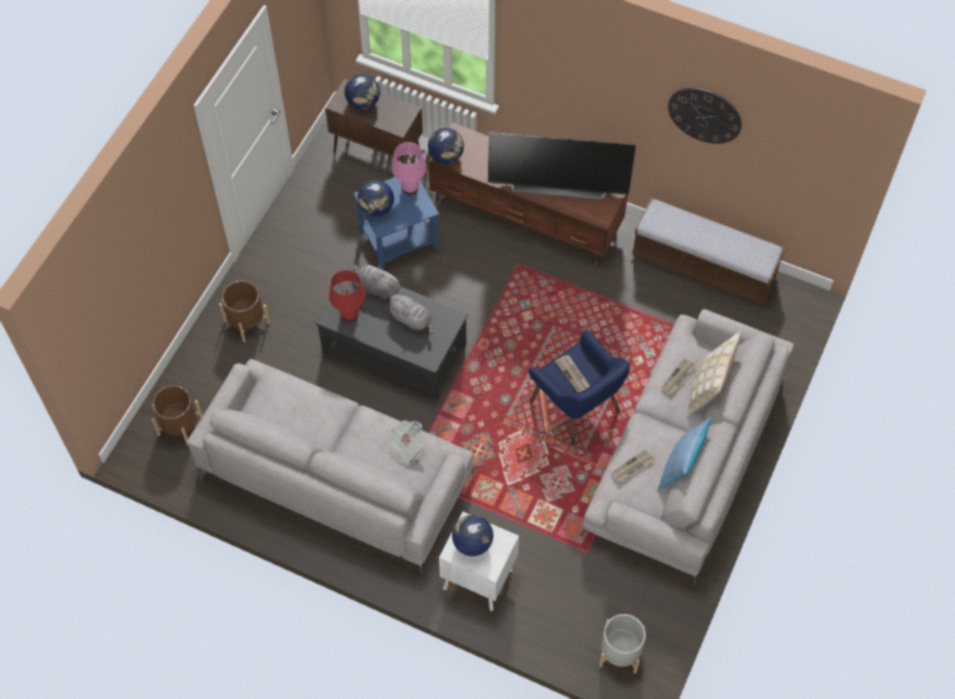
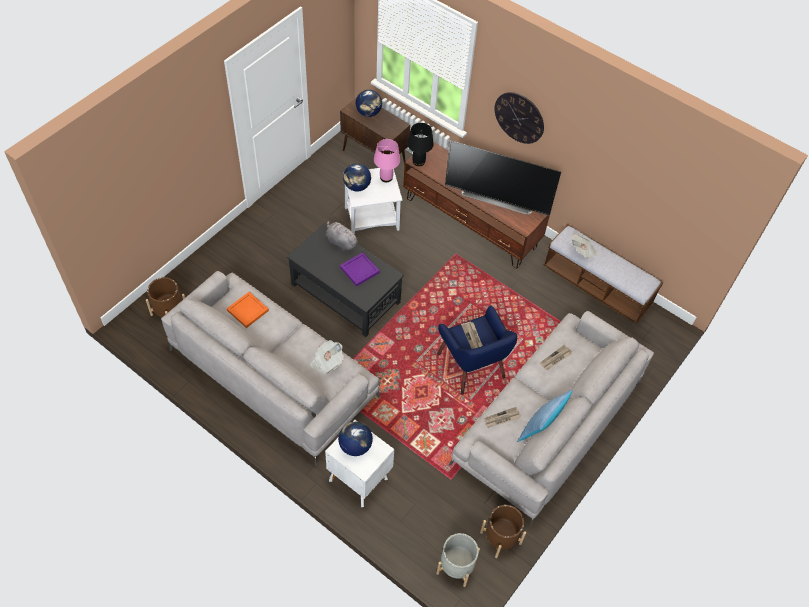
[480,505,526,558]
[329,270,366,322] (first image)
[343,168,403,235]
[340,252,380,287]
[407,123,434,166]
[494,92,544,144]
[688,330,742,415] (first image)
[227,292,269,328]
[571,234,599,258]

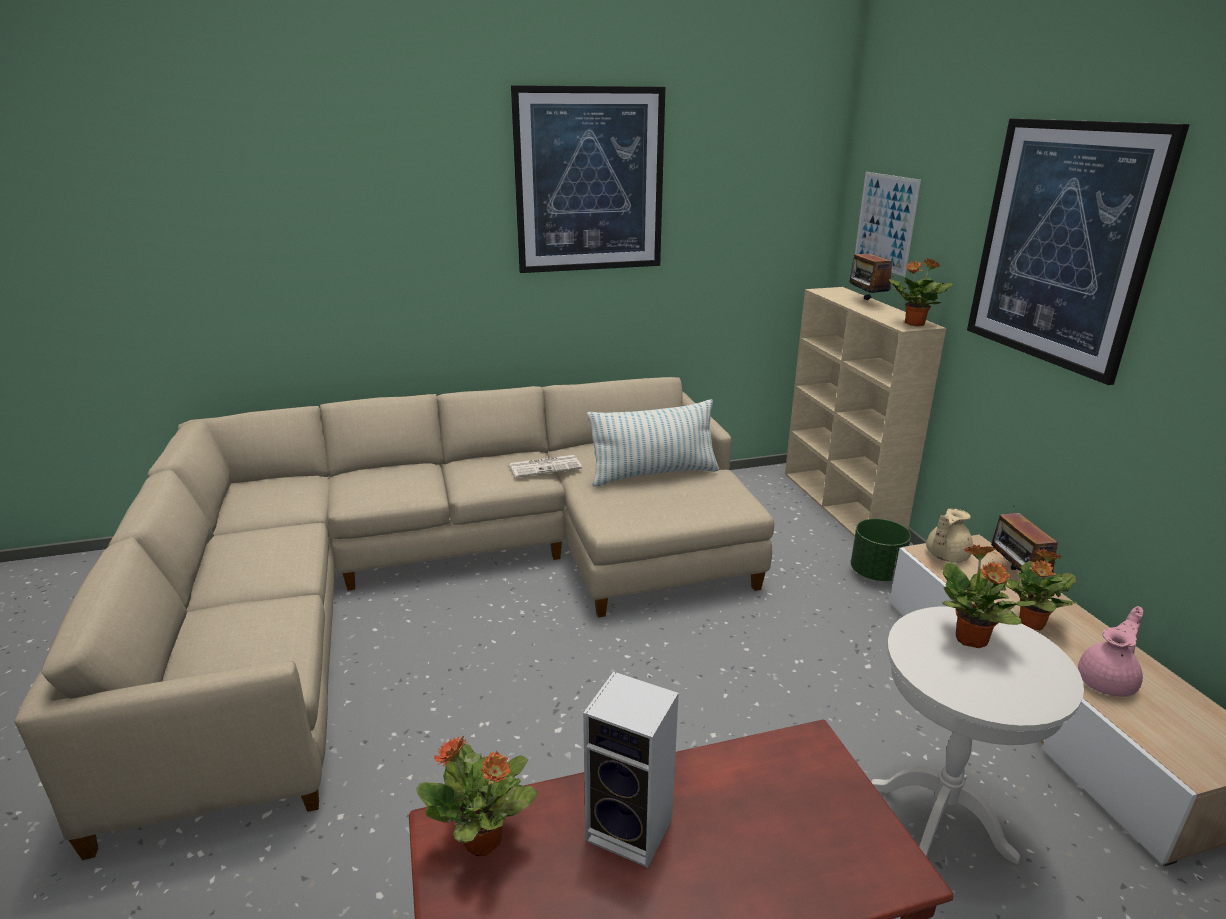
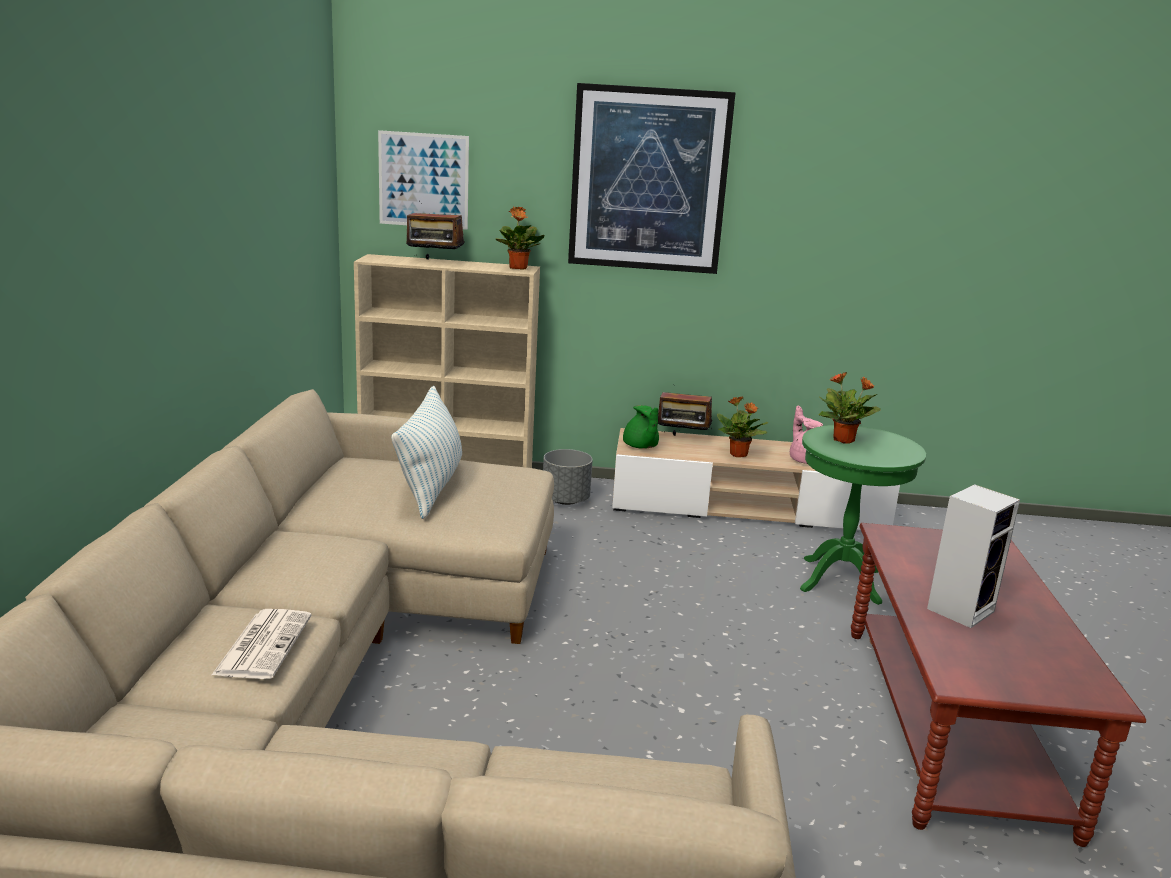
[416,736,537,856] (first image)
[212,609,312,679]
[511,85,665,273] (first image)
[543,449,593,505]
[800,425,926,605]
[623,405,659,449]

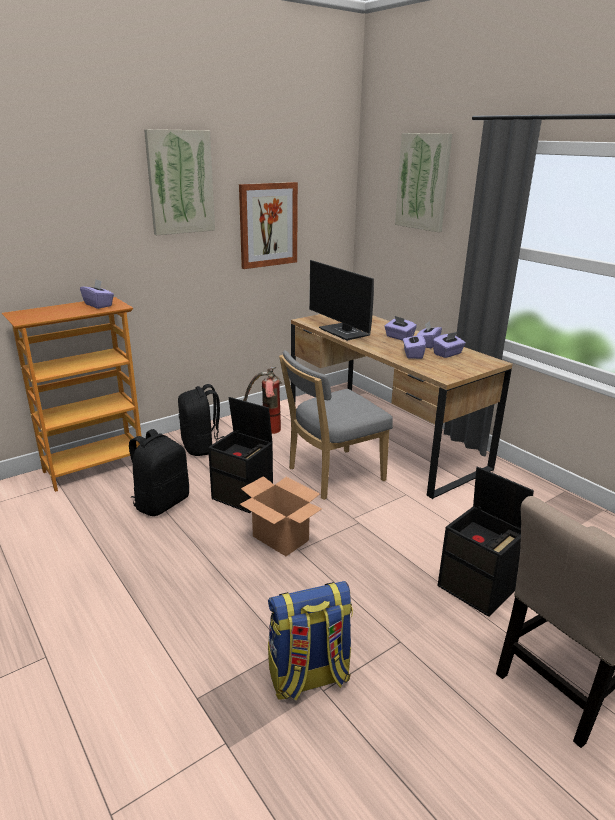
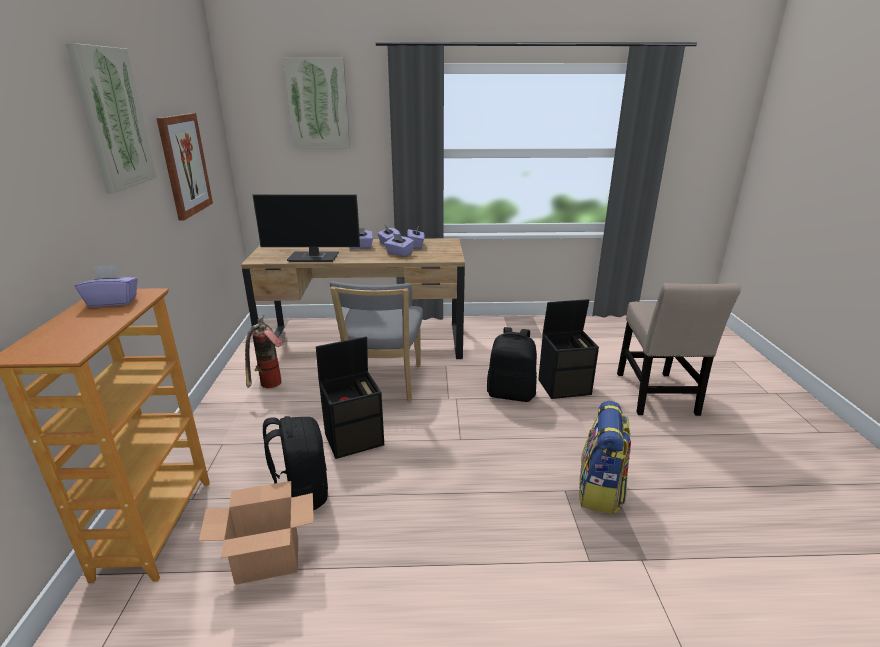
[487,327,537,402]
[199,481,314,585]

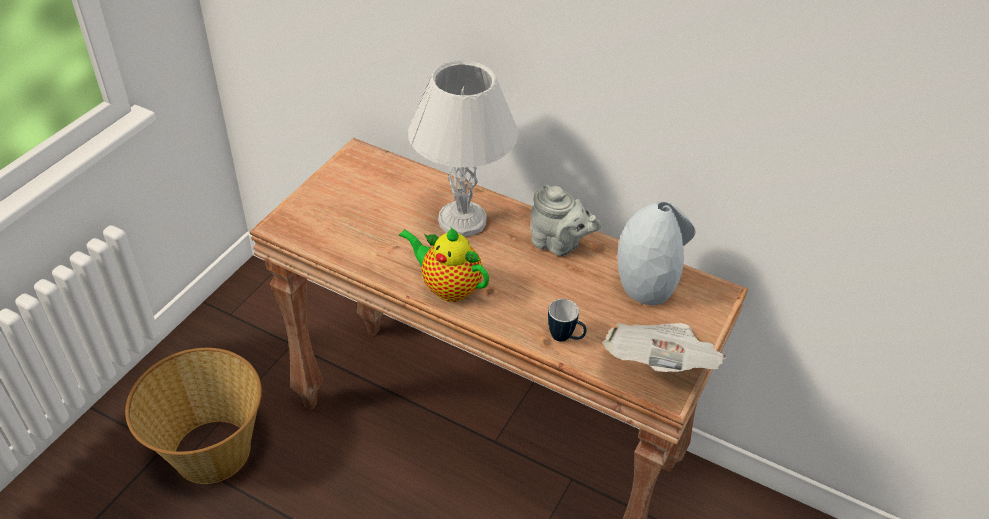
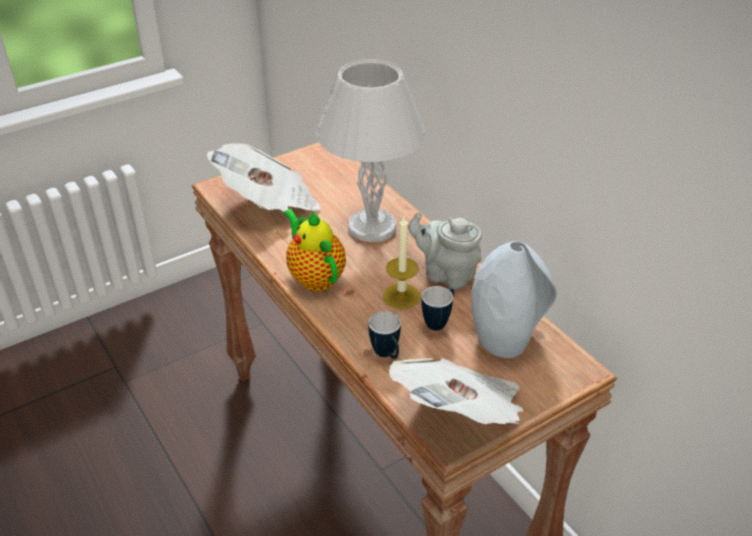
[125,348,262,484] (first image)
[408,213,482,289]
[207,143,321,212]
[383,216,420,309]
[421,286,454,331]

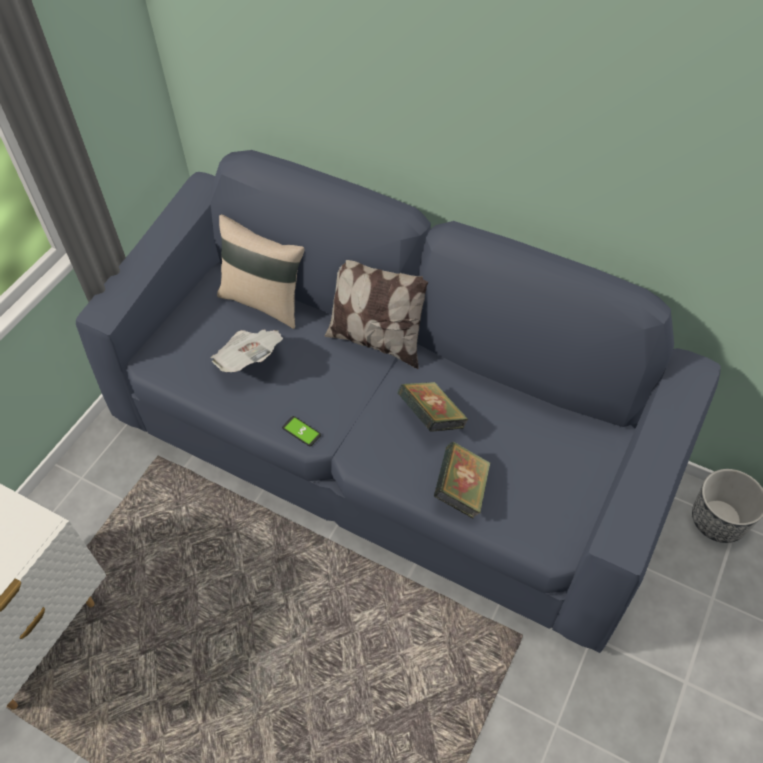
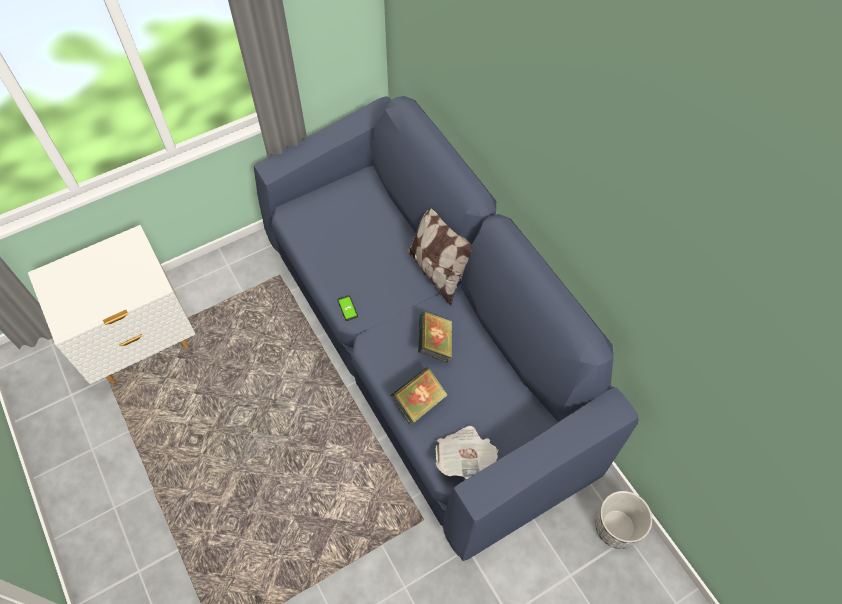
[435,426,498,479]
[217,215,304,329] (first image)

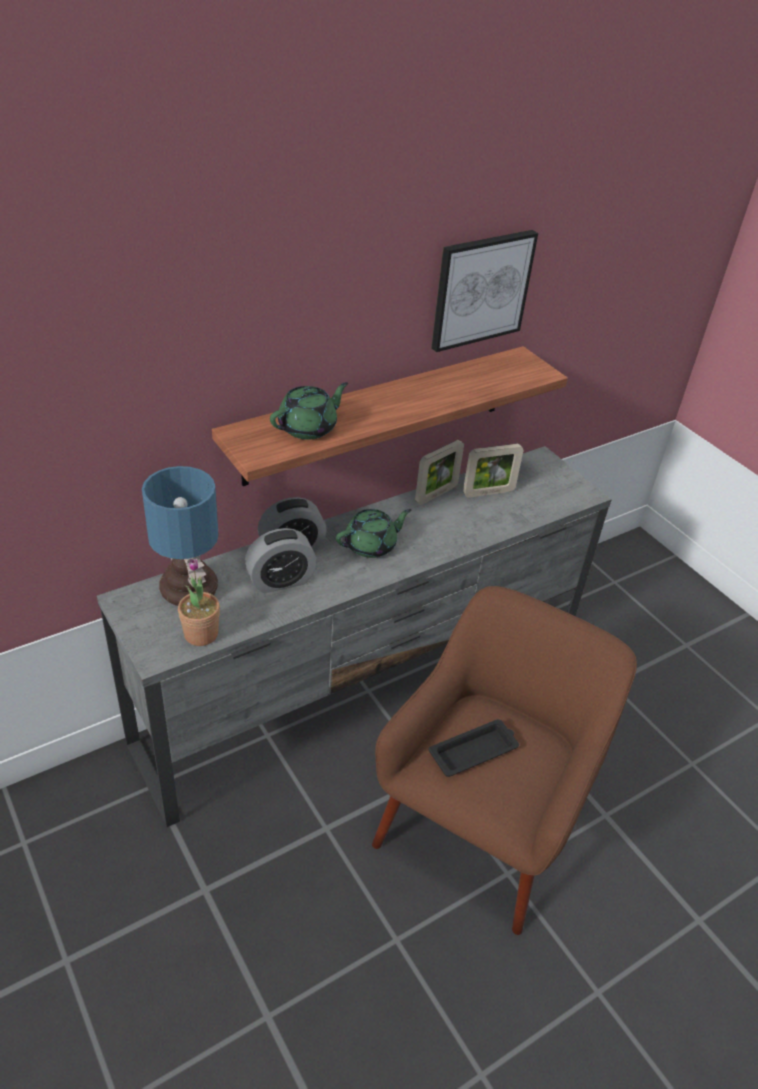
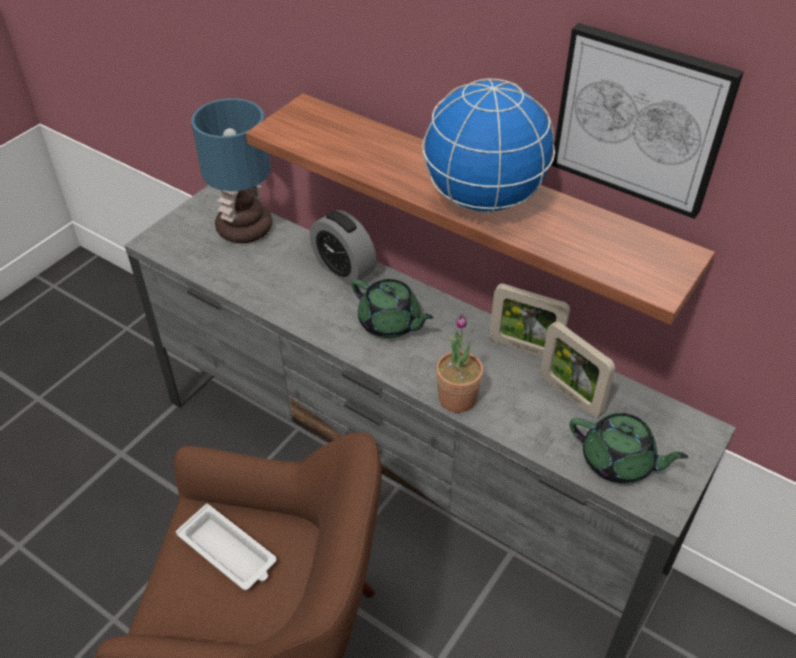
[436,314,483,413]
[245,528,317,593] (first image)
[570,413,688,484]
[176,504,276,590]
[422,78,555,214]

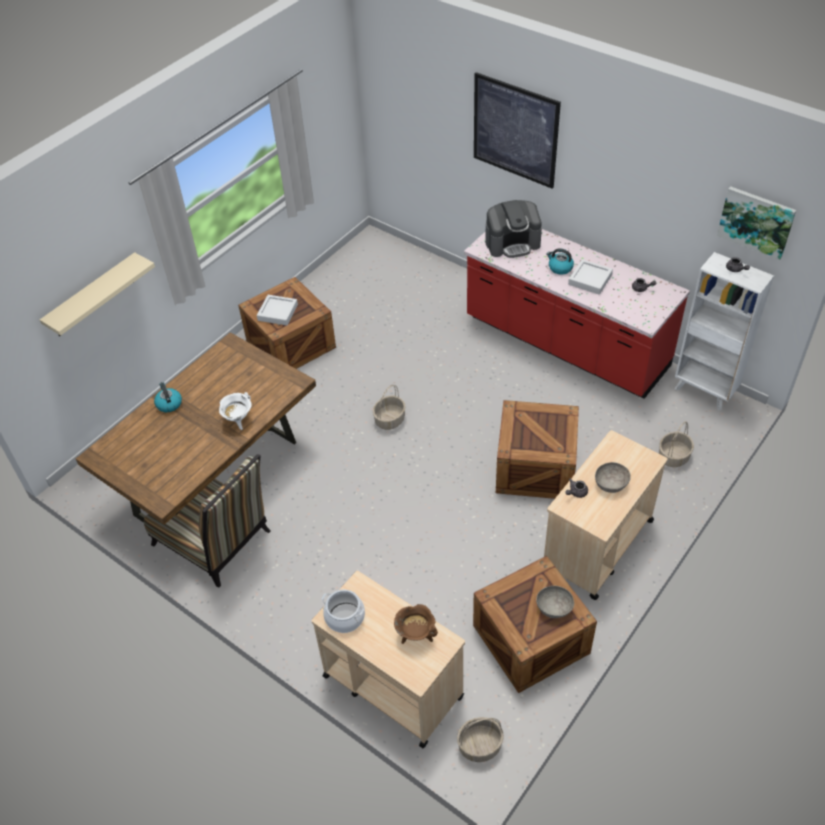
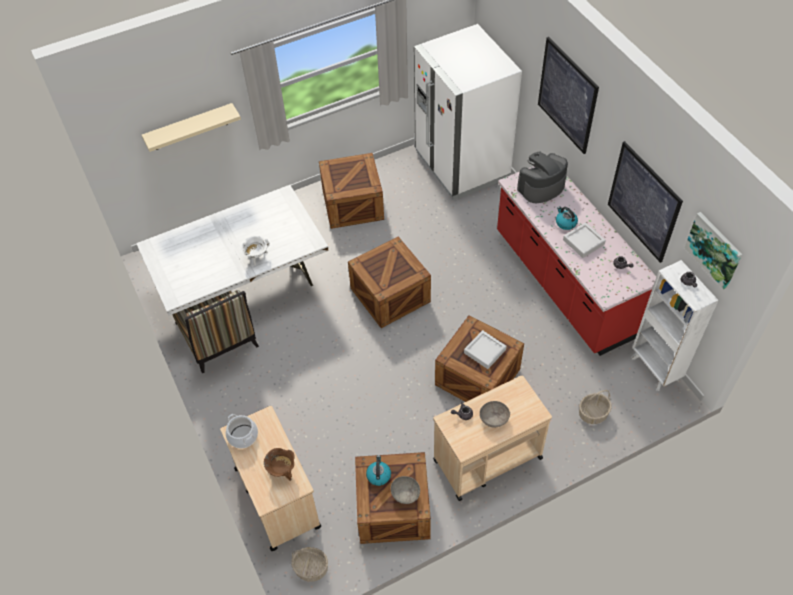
[136,185,329,316]
[366,455,391,486]
[464,330,506,369]
[348,236,431,328]
[517,152,568,203]
[414,24,522,200]
[608,141,683,263]

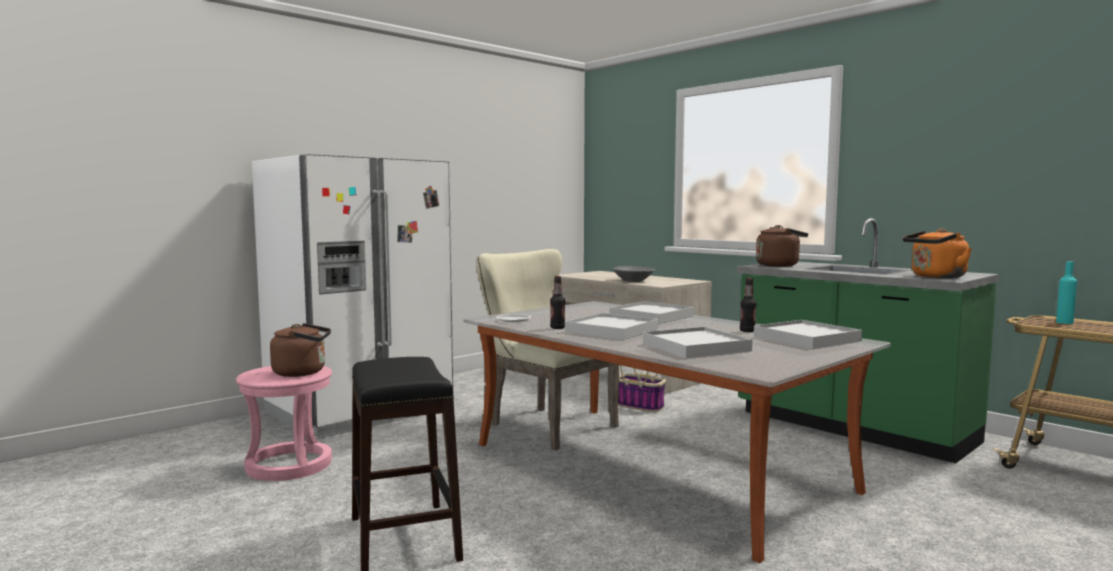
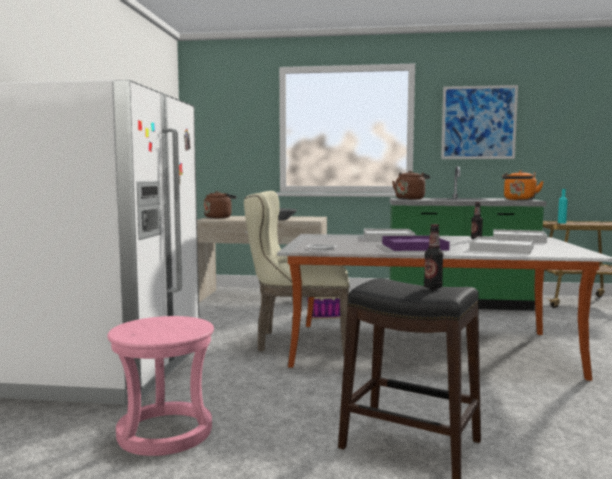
[204,191,237,218]
[424,224,443,289]
[382,236,450,251]
[441,85,518,159]

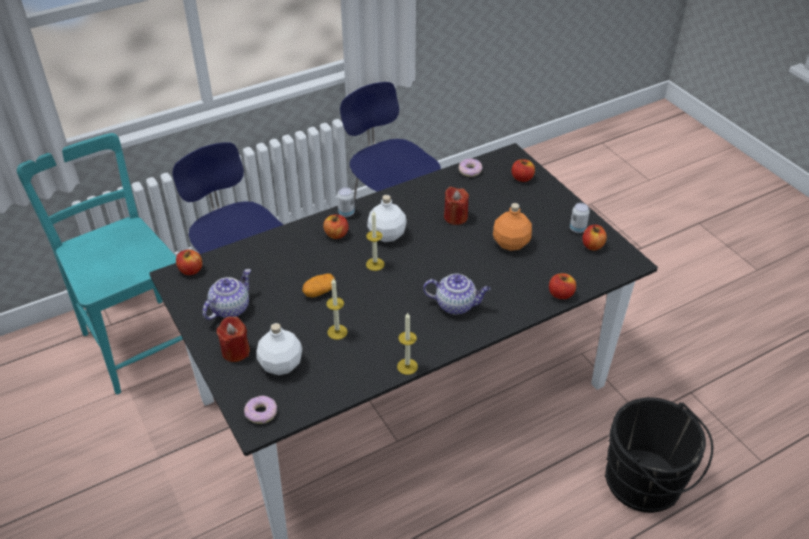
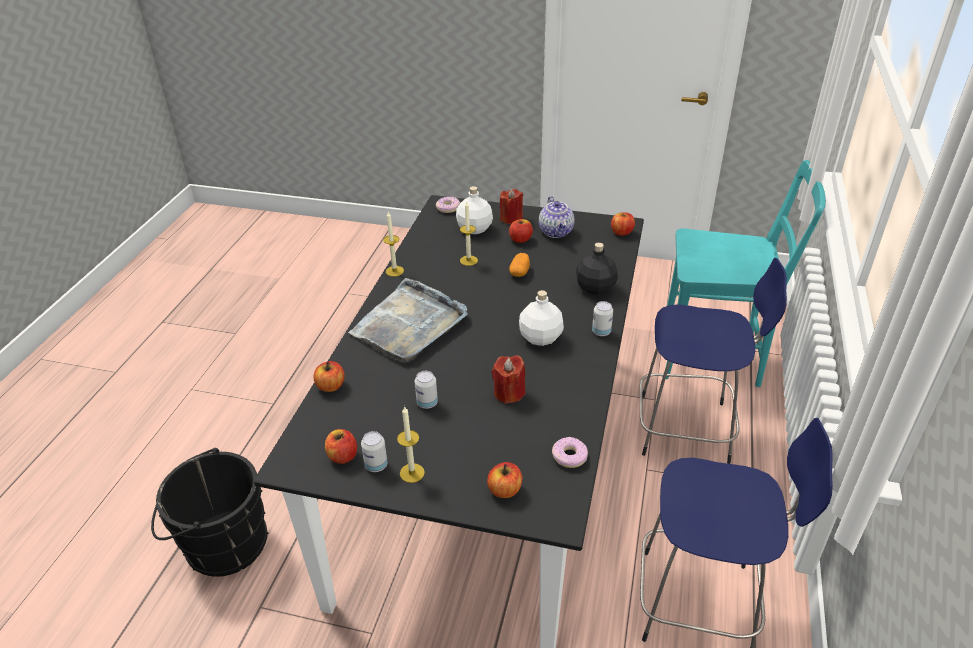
[509,219,533,243]
[397,406,425,483]
[348,278,468,361]
[415,371,438,409]
[576,242,618,295]

